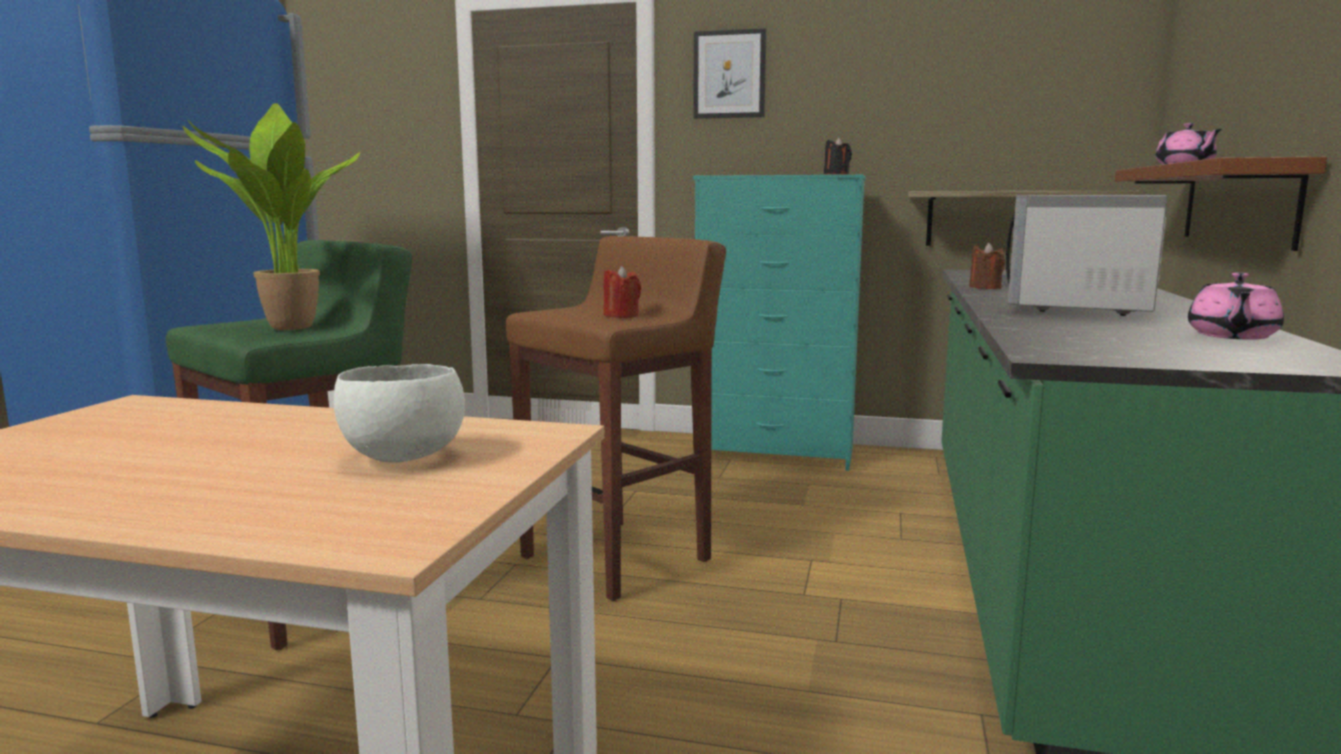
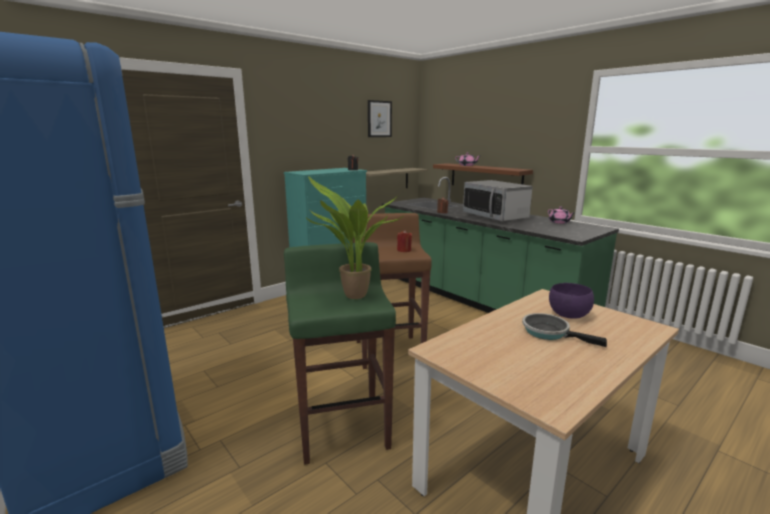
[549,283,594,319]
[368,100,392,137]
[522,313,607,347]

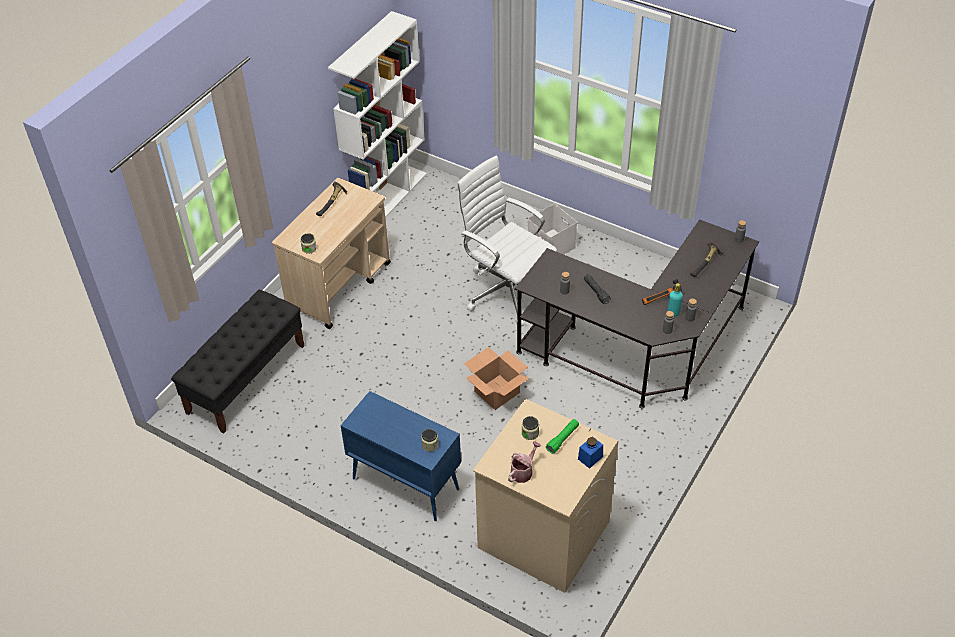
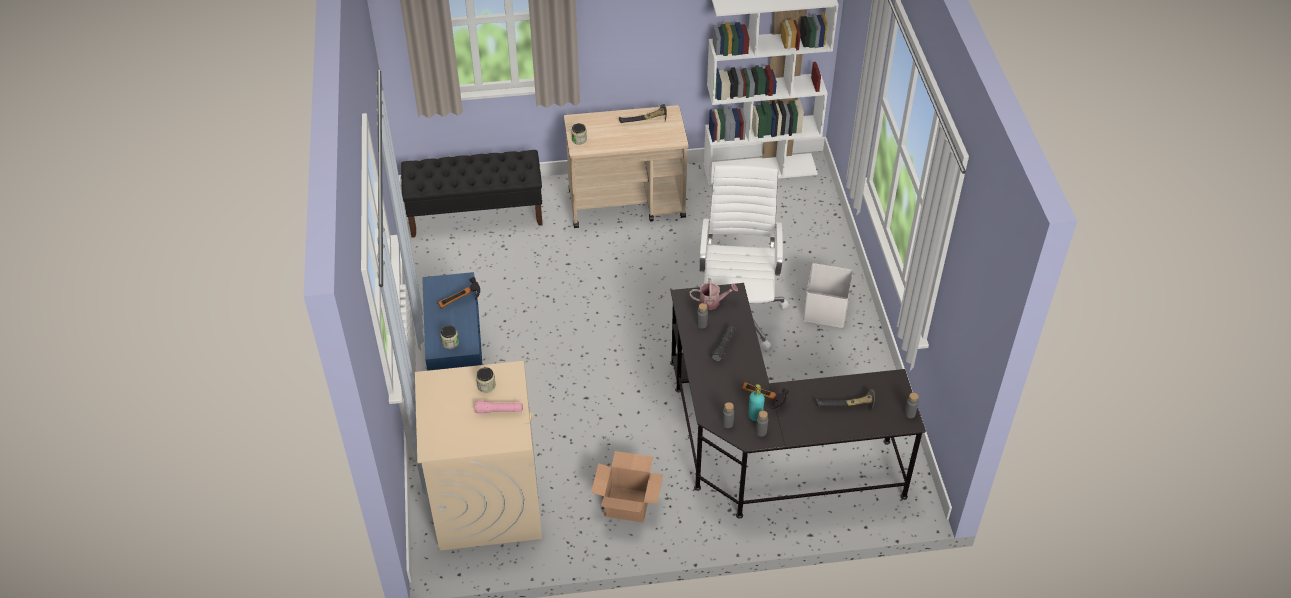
[591,451,663,522]
[690,278,738,310]
[475,401,523,414]
[578,436,603,469] (first image)
[438,277,480,309]

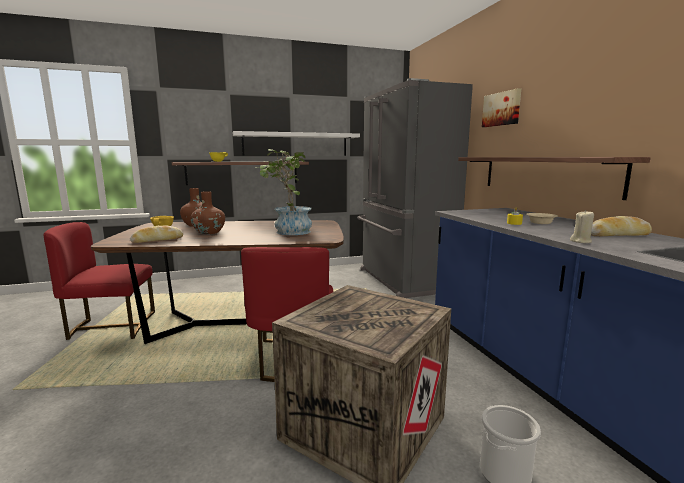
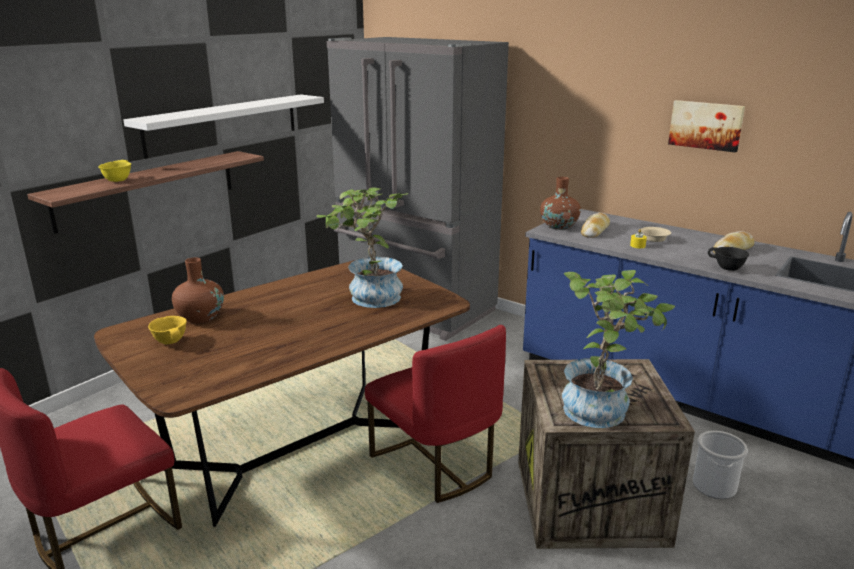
[581,213,610,238]
[540,177,581,230]
[458,157,651,200] (first image)
[668,100,745,153]
[708,247,749,271]
[562,270,675,428]

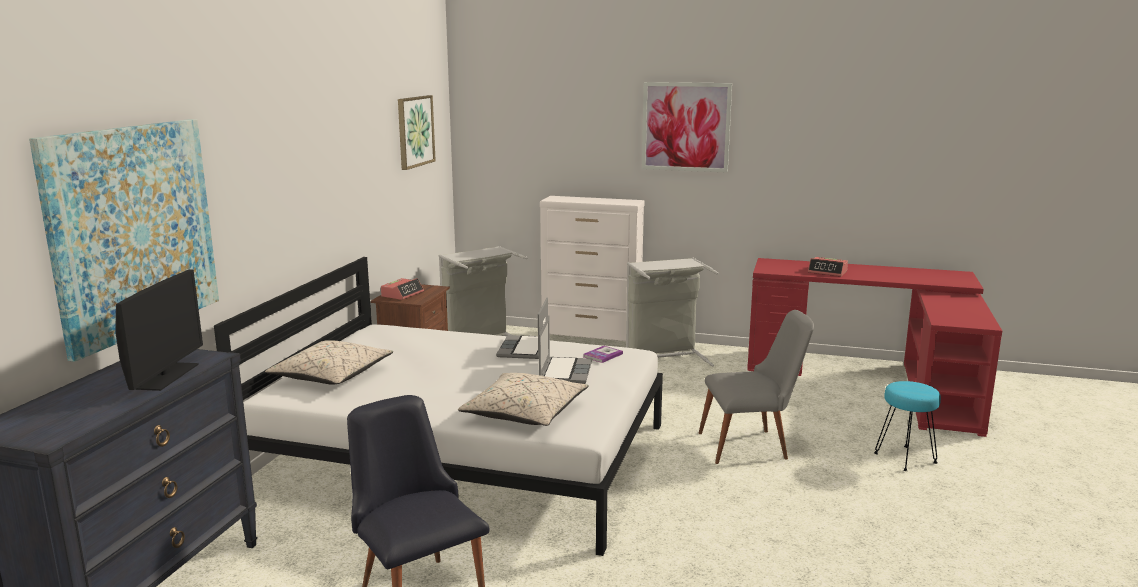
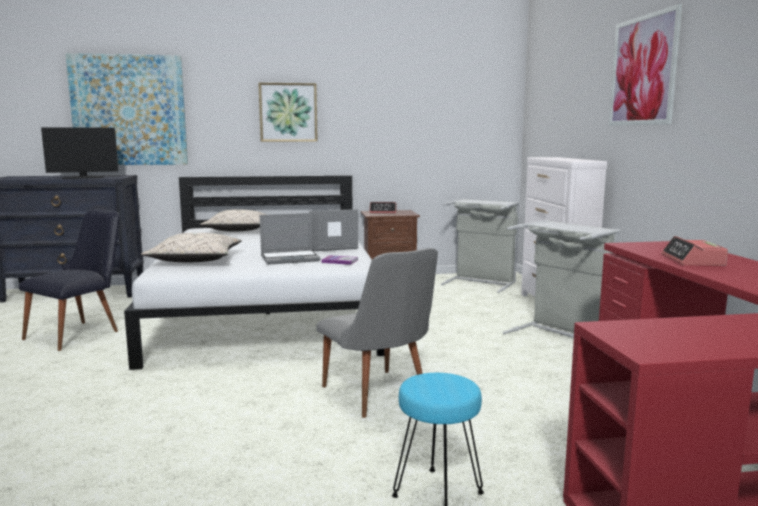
[258,83,318,142]

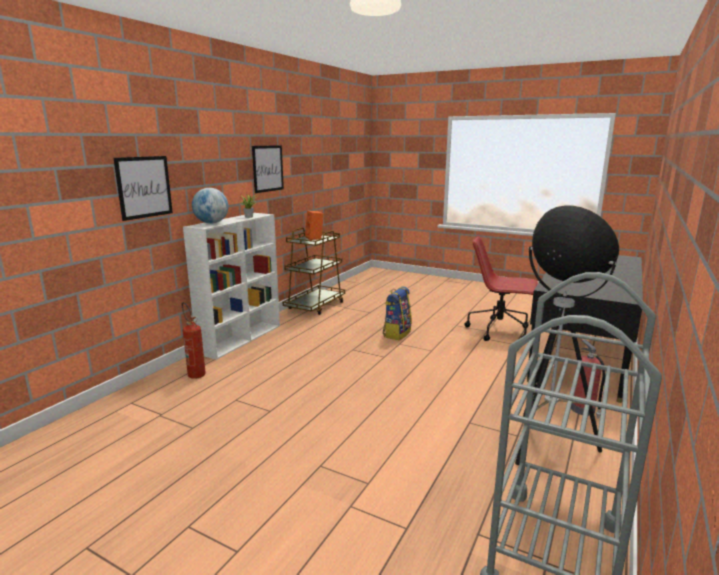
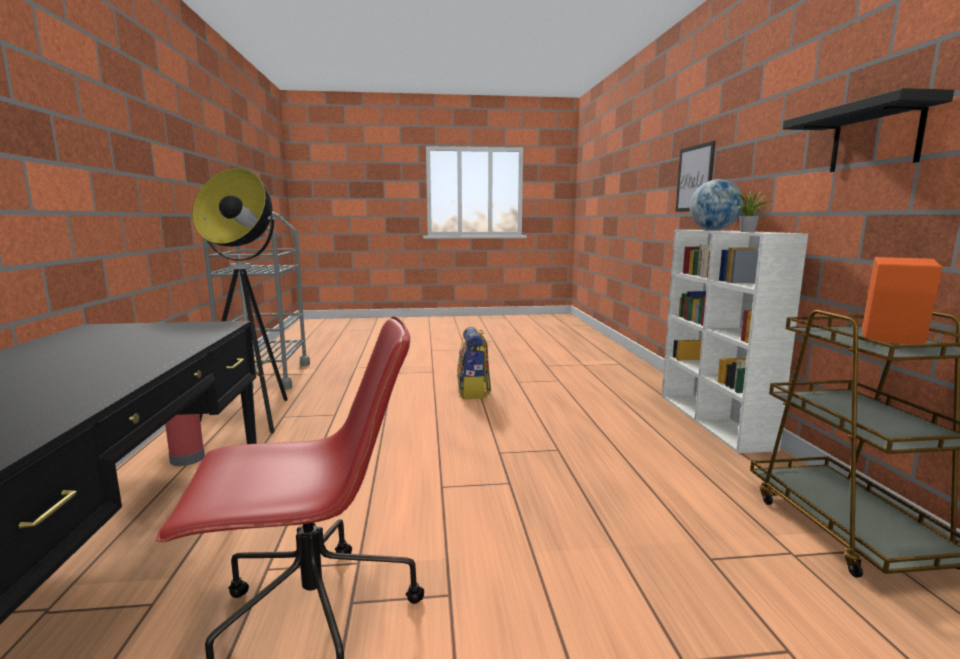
[182,302,205,379] (first image)
[783,88,954,172]
[457,327,491,399]

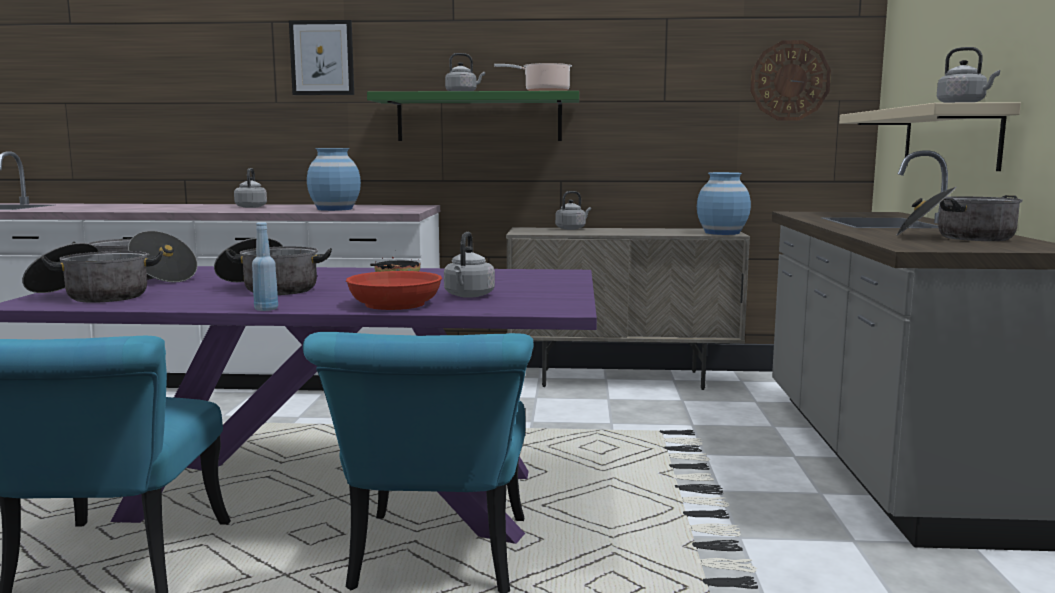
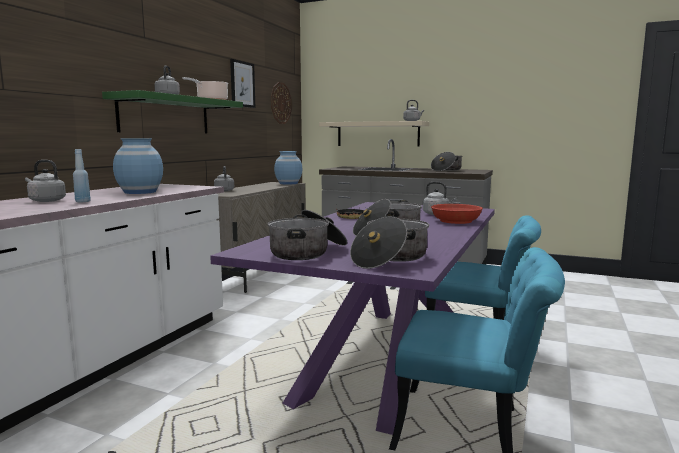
[73,149,91,202]
[230,59,255,108]

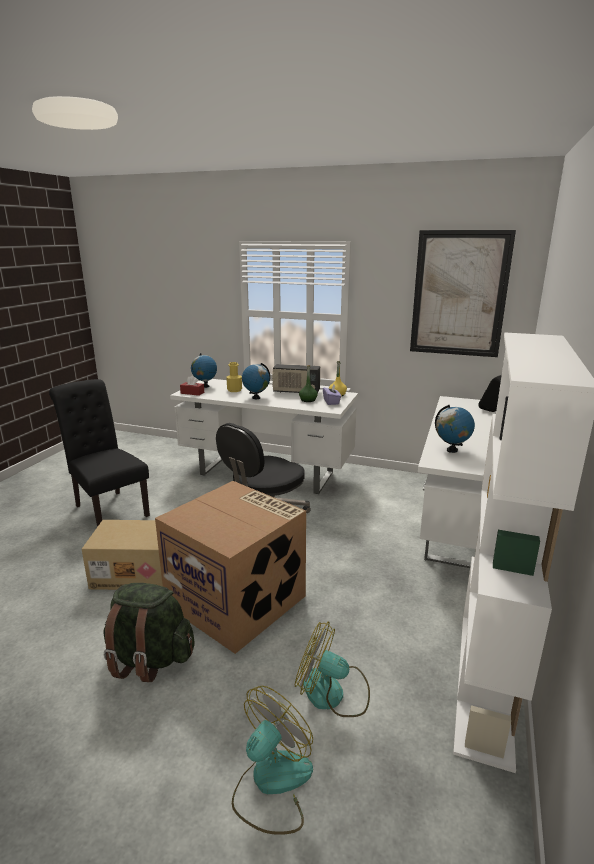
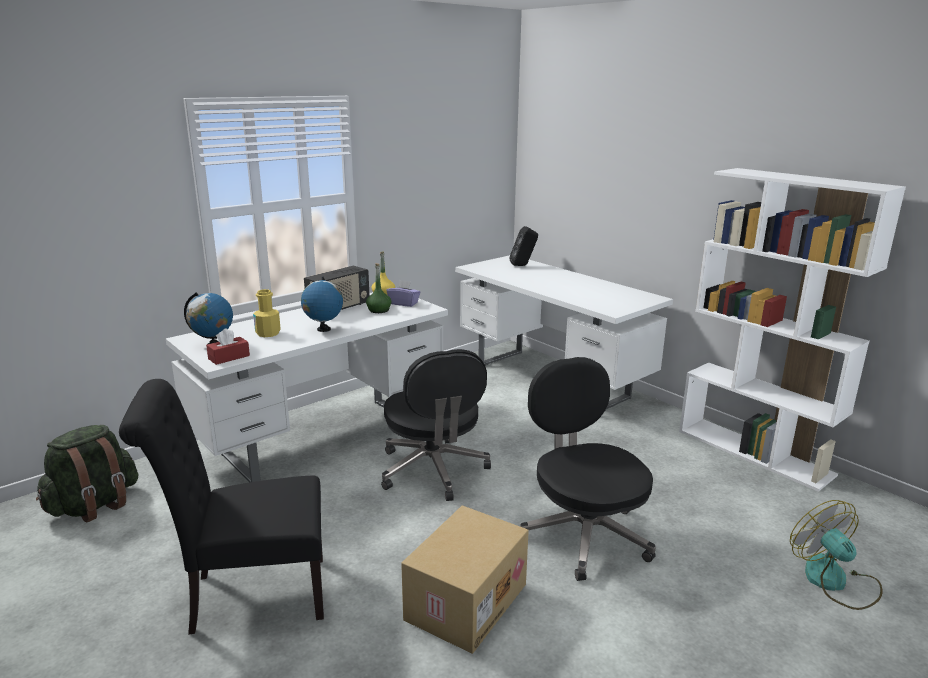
[36,425,138,523]
[520,357,656,581]
[295,621,370,717] (first image)
[410,230,516,357] (first image)
[435,405,475,453] (first image)

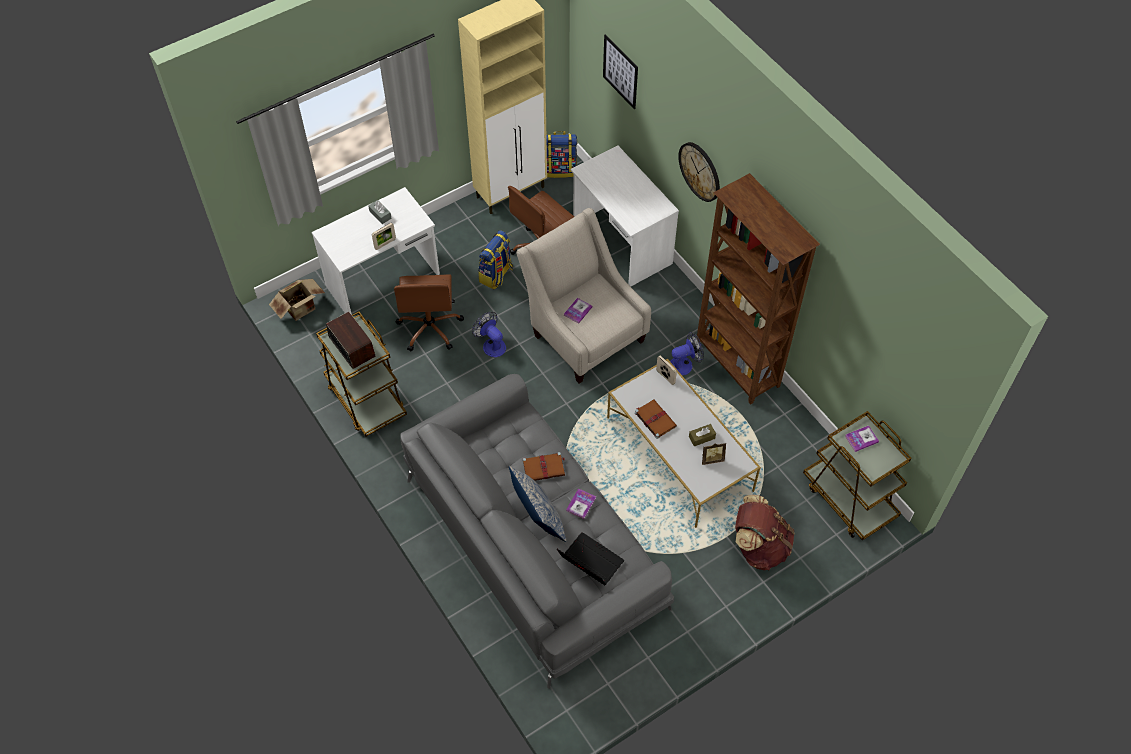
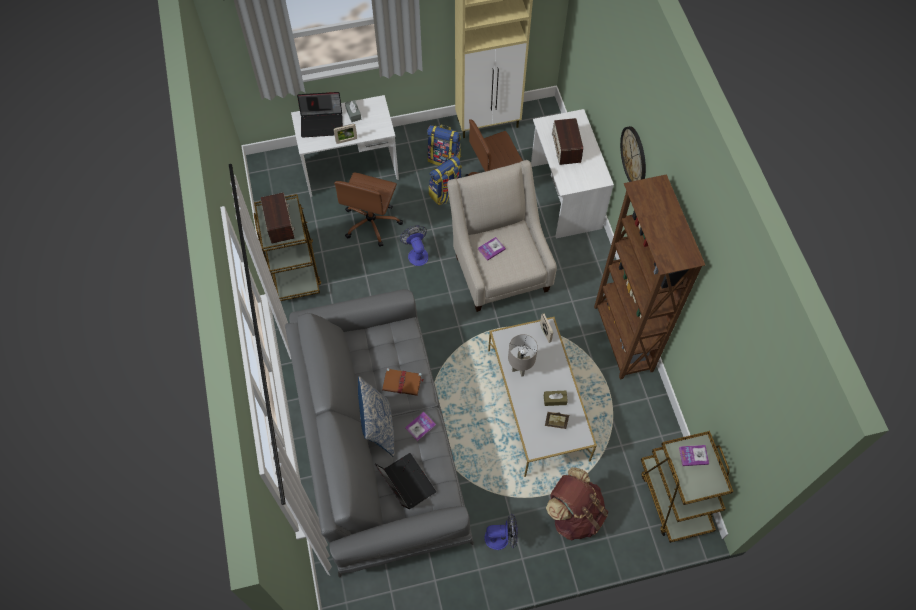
[269,279,325,321] (first image)
[427,125,461,166]
[603,34,638,109] (first image)
[508,334,538,377]
[484,514,518,550]
[297,92,343,137]
[552,118,583,165]

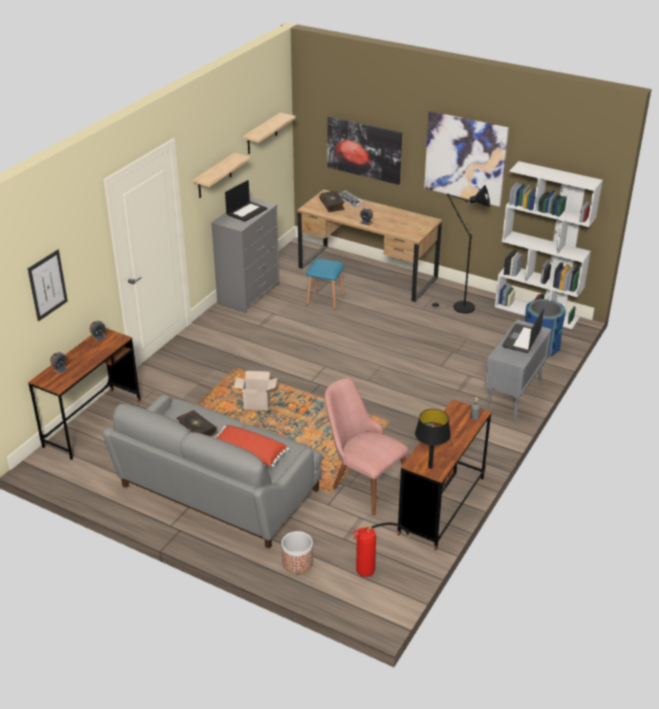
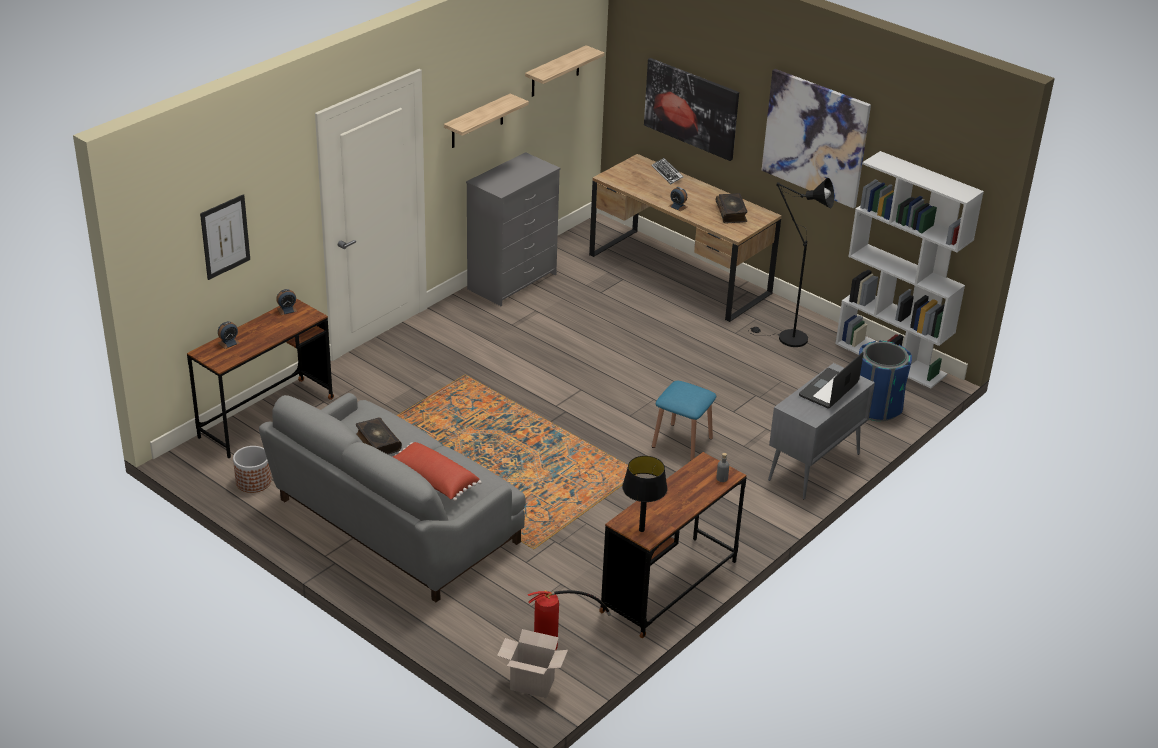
[225,180,268,222] (first image)
[497,629,568,698]
[233,446,272,493]
[652,381,716,461]
[716,193,747,223]
[324,378,409,515] (first image)

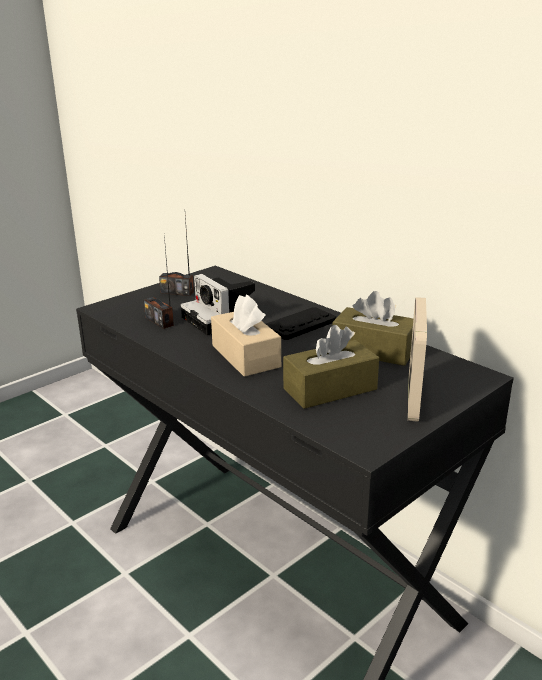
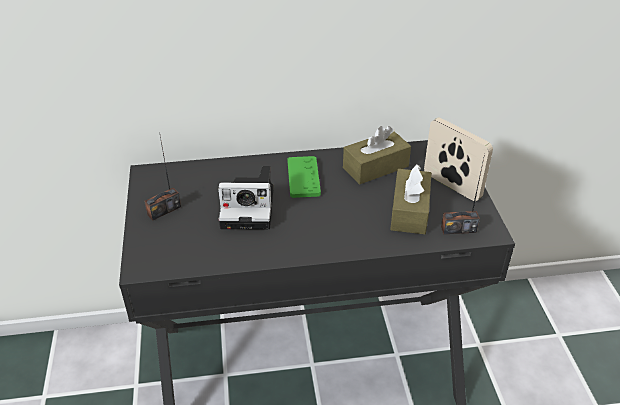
[441,154,485,234]
[211,295,281,377] (first image)
[287,156,321,198]

